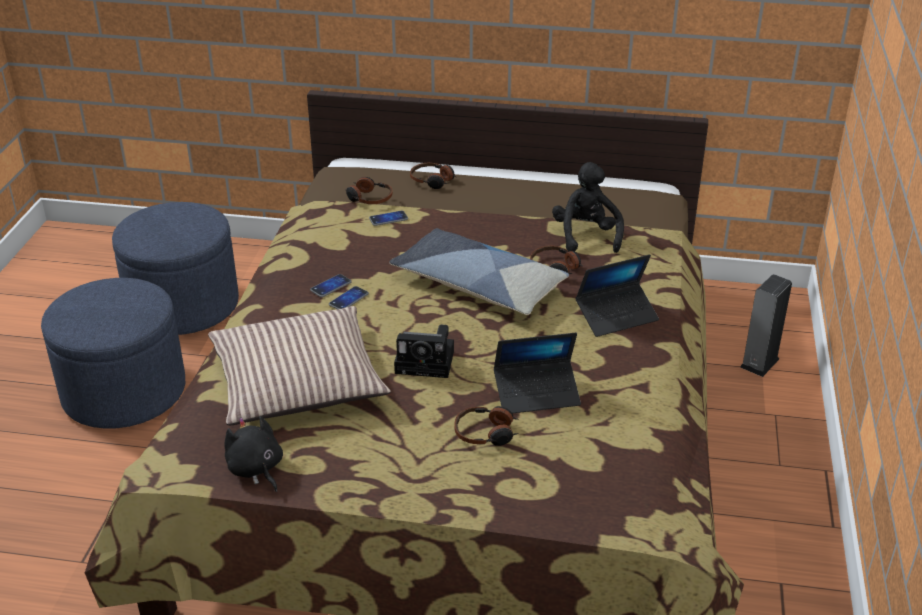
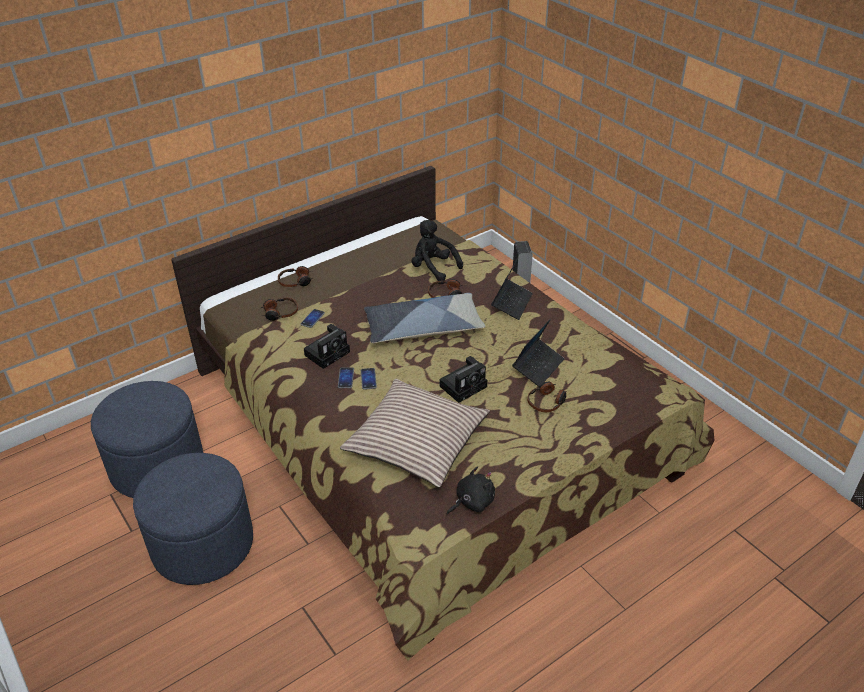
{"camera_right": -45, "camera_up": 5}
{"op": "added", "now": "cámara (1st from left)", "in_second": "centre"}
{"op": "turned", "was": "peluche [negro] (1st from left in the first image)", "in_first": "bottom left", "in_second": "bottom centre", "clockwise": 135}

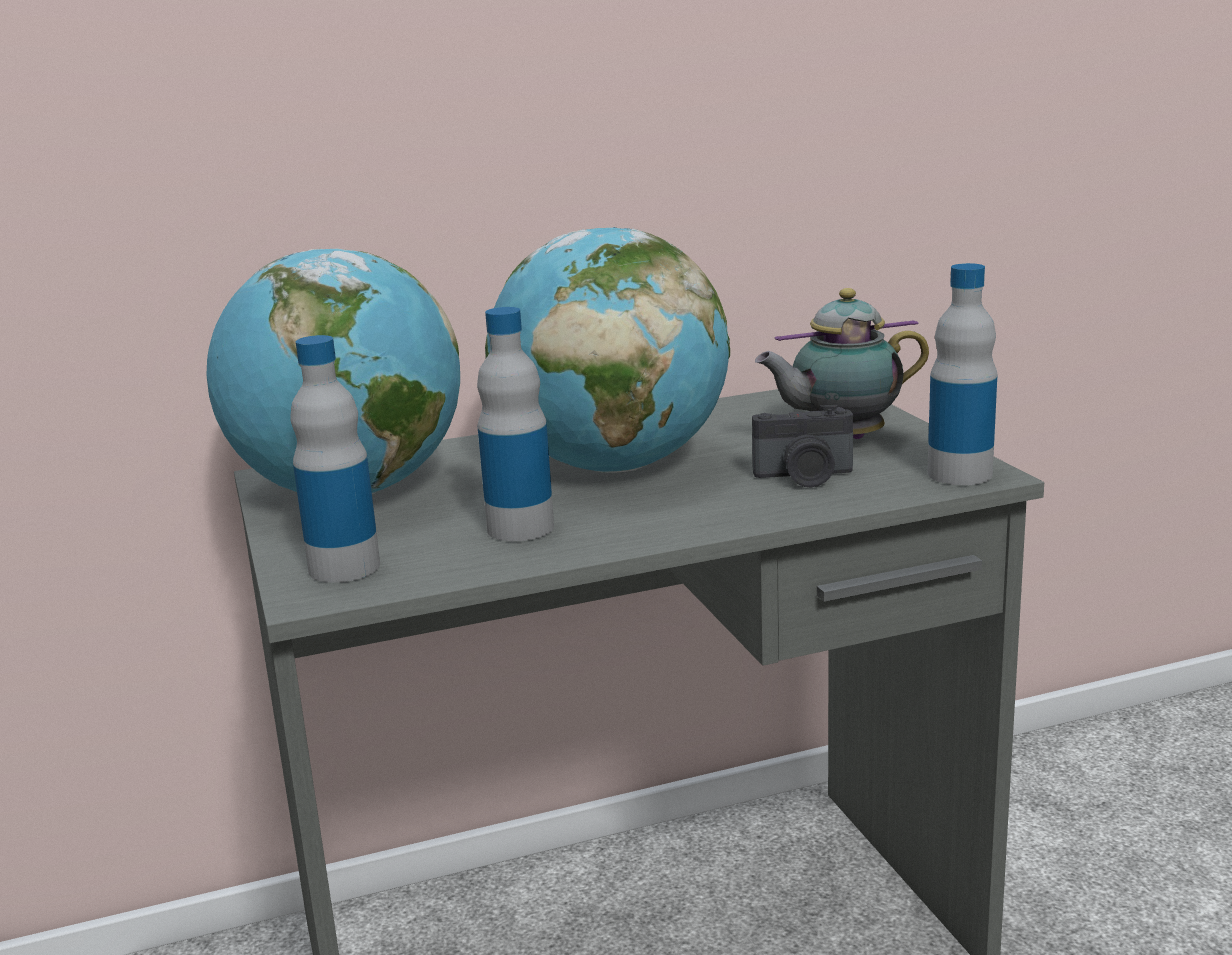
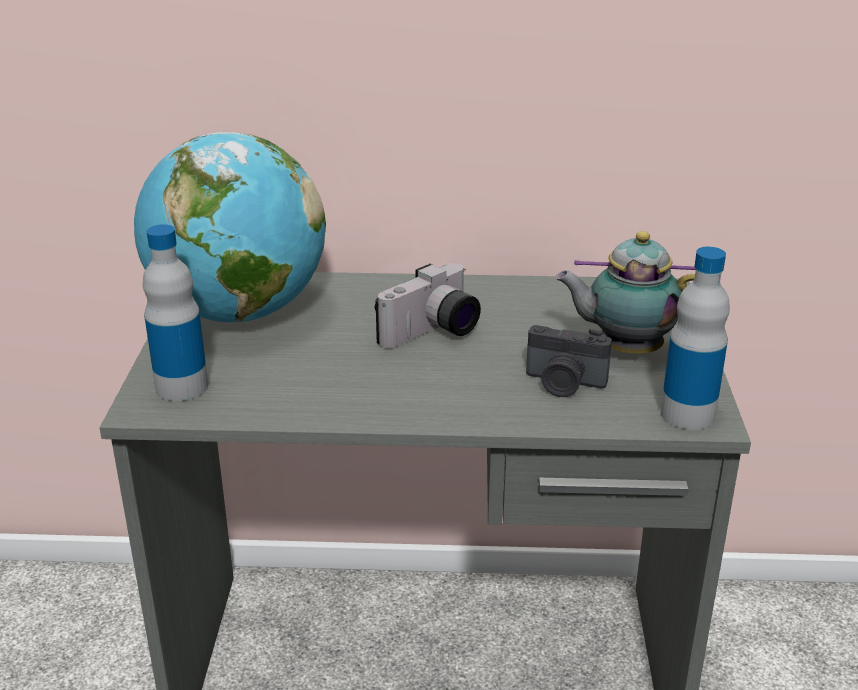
{"camera_right": 20, "camera_up": 10}
{"op": "replaced", "was": "globo terráqueo (2nd from left)", "now": "cámara (1st from left)", "in_first": "centre", "in_second": "centre"}
{"op": "removed", "was": "botella (2nd from left)", "in_first": "centre"}

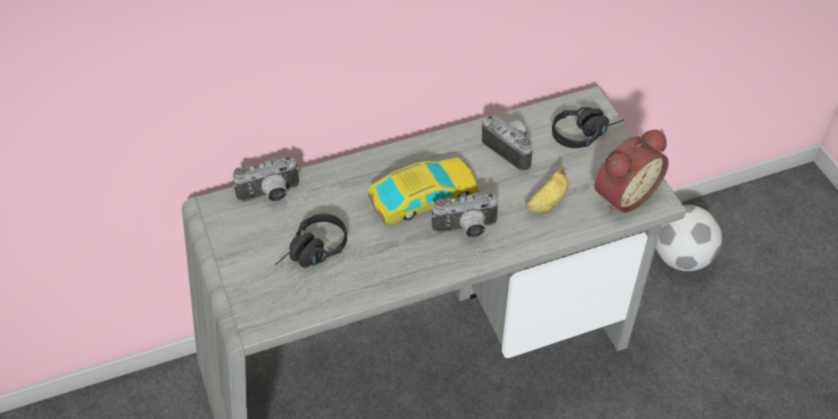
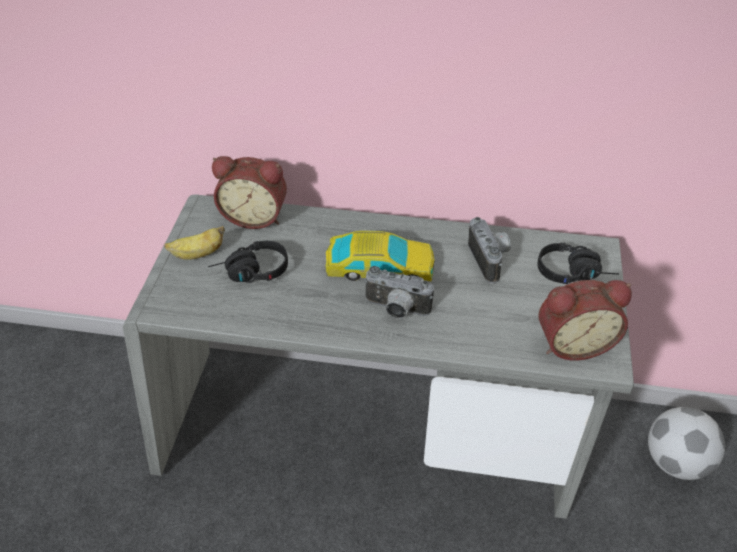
{"camera_right": 30, "camera_up": -5}
{"op": "moved", "was": "plátano", "in_first": "centre", "in_second": "middle left"}
{"op": "replaced", "was": "cámara (1st from left)", "now": "despertador (1st from left)", "in_first": "middle left", "in_second": "centre"}

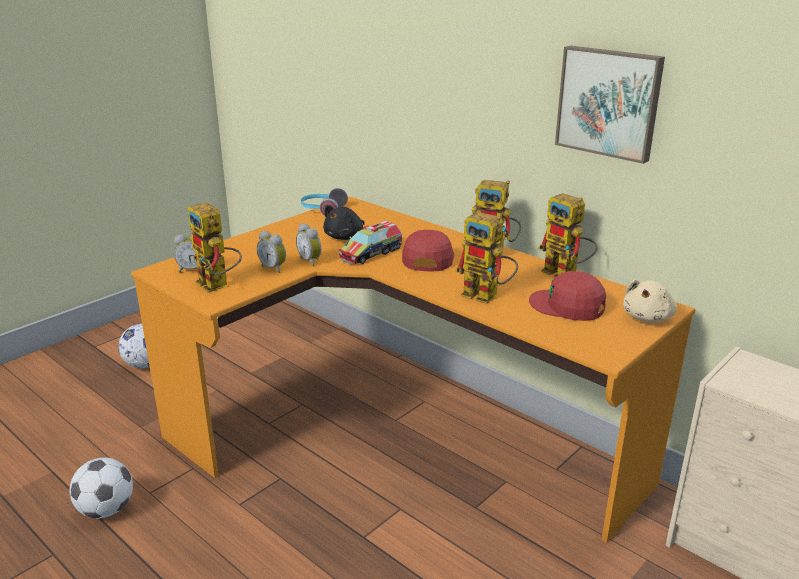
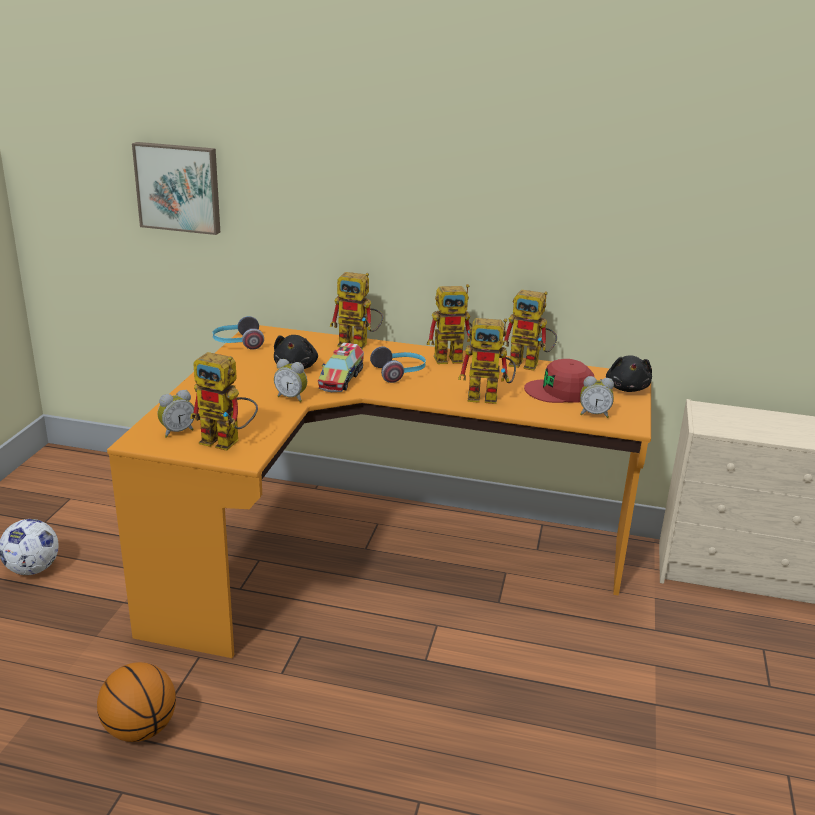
{"camera_right": -30, "camera_up": 0}
{"op": "replaced", "was": "balón de fútbol (1st from left)", "now": "balón de baloncesto", "in_first": "bottom left", "in_second": "bottom left"}
{"op": "moved", "was": "cuadro", "in_first": "top right", "in_second": "top left"}
{"op": "added", "now": "robot de juguete (2nd from left)", "in_second": "centre"}
{"op": "replaced", "was": "gorra [rojo] (1st from left)", "now": "auriculares (2nd from left)", "in_first": "centre", "in_second": "centre"}
{"op": "moved", "was": "despertador (2nd from left in the first image)", "now": "despertador (3rd from left)", "in_first": "centre", "in_second": "middle right"}
{"op": "recoloured", "was": "peluche [beis]", "now": "peluche [negro] (2nd from left)", "in_first": "middle right", "in_second": "middle right"}

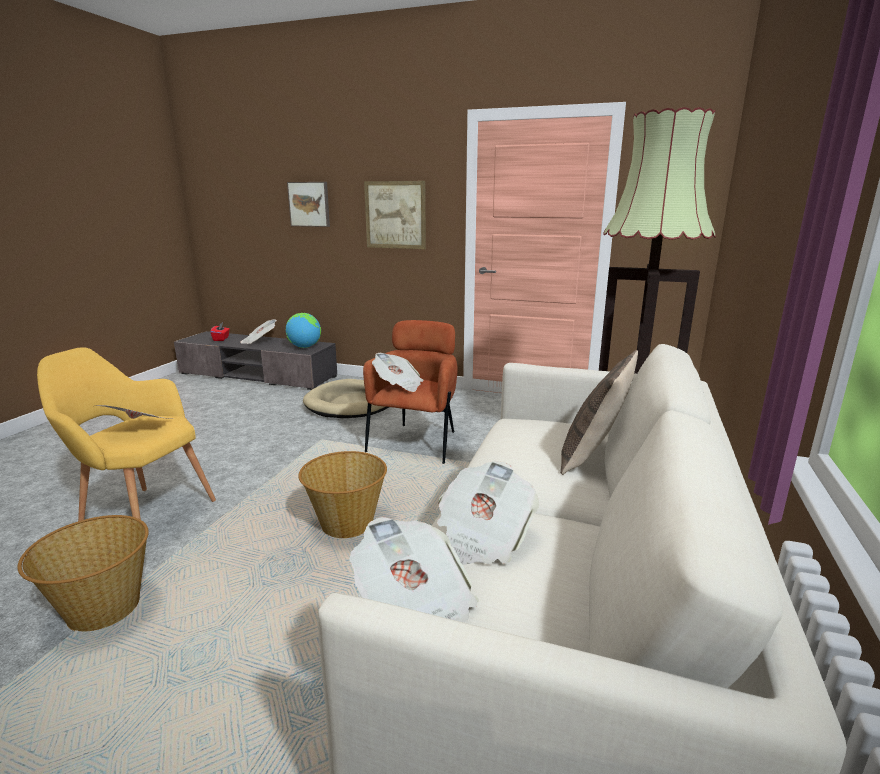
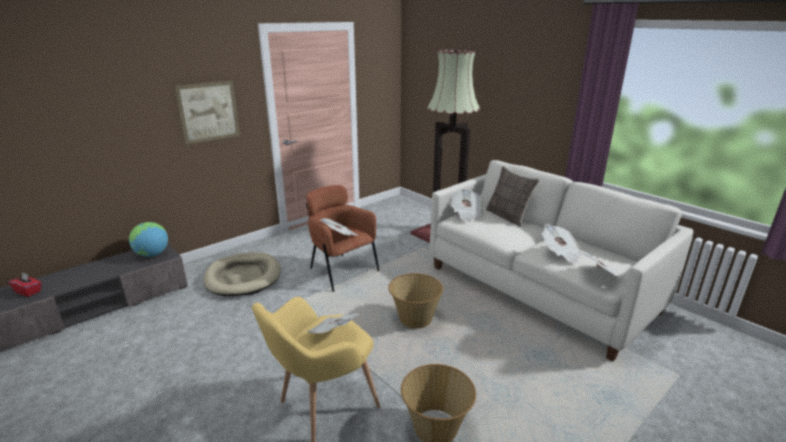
{"camera_right": -60, "camera_up": 5}
{"op": "moved", "was": "periódico (2nd from left in the first image)", "now": "periódico (3rd from left)", "in_first": "middle left", "in_second": "centre"}
{"op": "removed", "was": "cuadro (1st from left)", "in_first": "top centre"}

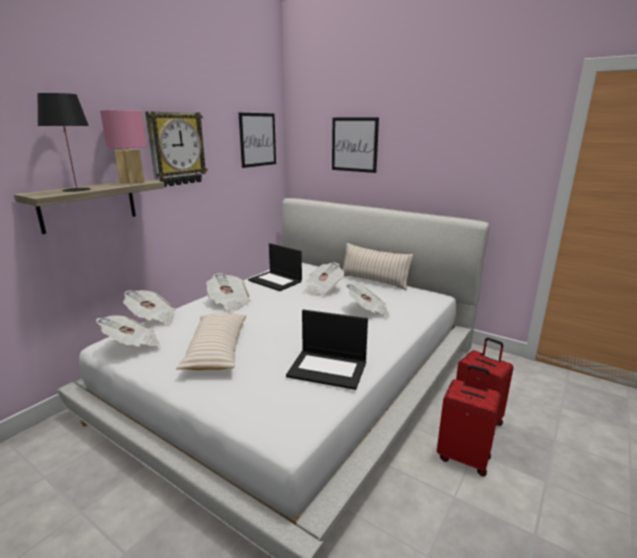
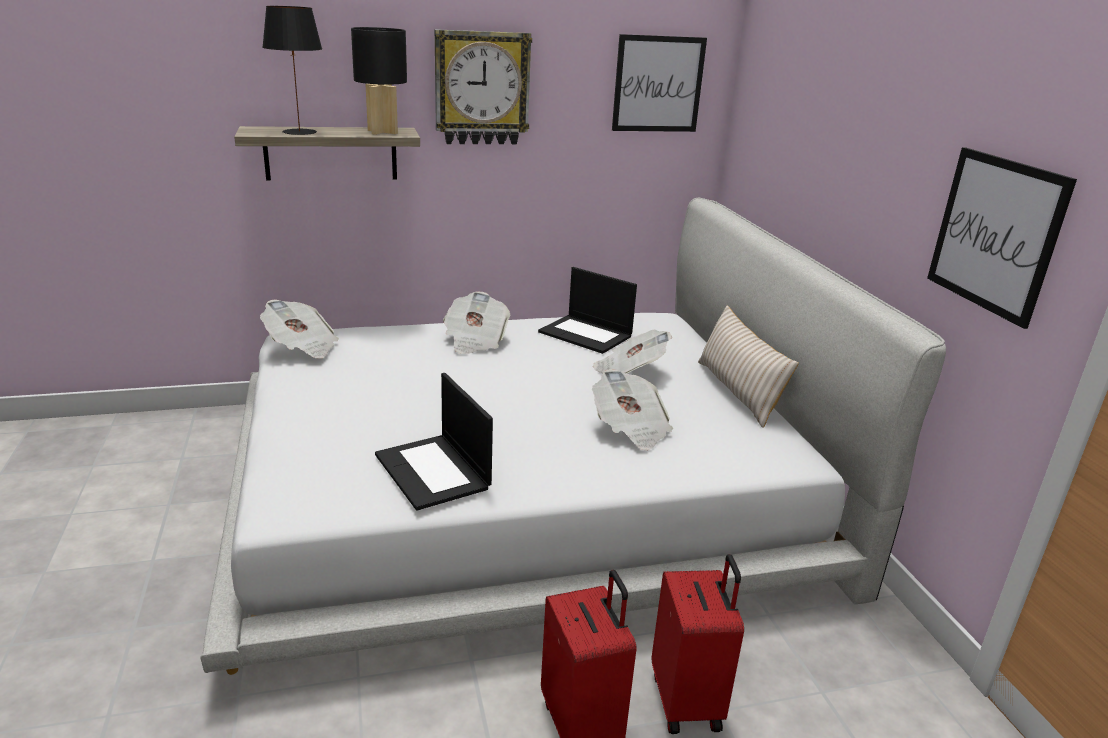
{"camera_right": 40, "camera_up": 5}
{"op": "recoloured", "was": "lámpara de mesa [rosa]", "now": "lámpara de mesa [negro] (2nd from left)", "in_first": "top left", "in_second": "top centre"}
{"op": "turned", "was": "portátil (1st from left in the first image)", "in_first": "centre", "in_second": "centre", "clockwise": -45}
{"op": "moved", "was": "cuadro (2nd from left)", "in_first": "top centre", "in_second": "top right"}
{"op": "removed", "was": "periódico (2nd from left)", "in_first": "middle left"}
{"op": "removed", "was": "cojín [beis] (1st from left)", "in_first": "middle left"}

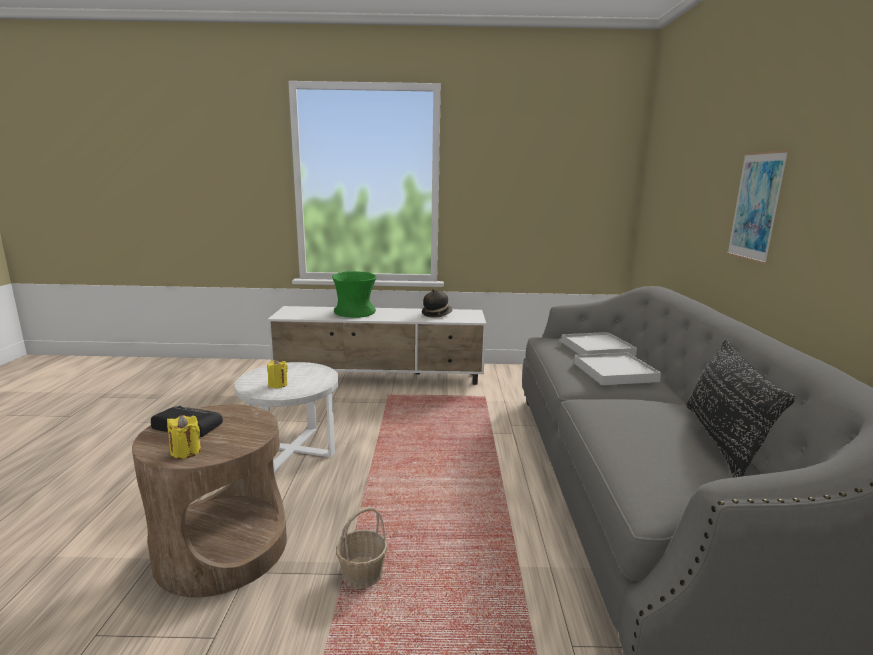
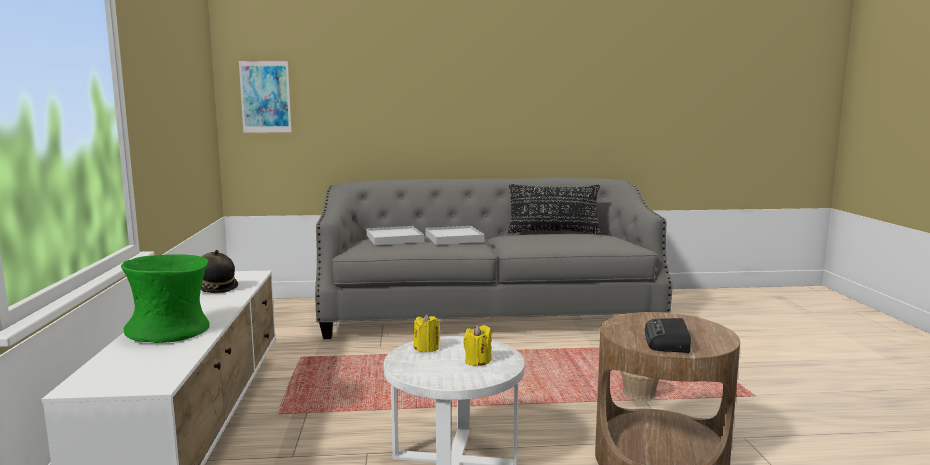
{"camera_right": -95, "camera_up": -5}
{"op": "moved", "was": "cuadro", "in_first": "top right", "in_second": "top left"}
{"op": "moved", "was": "vela [amarillo] (1st from left)", "in_first": "bottom left", "in_second": "bottom centre"}

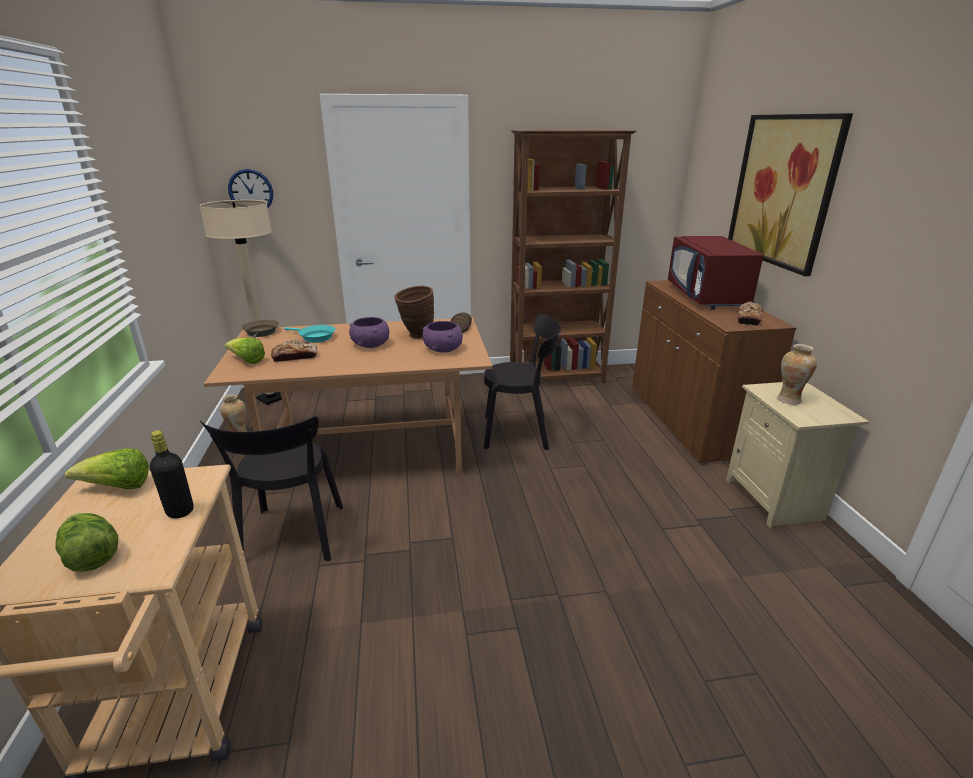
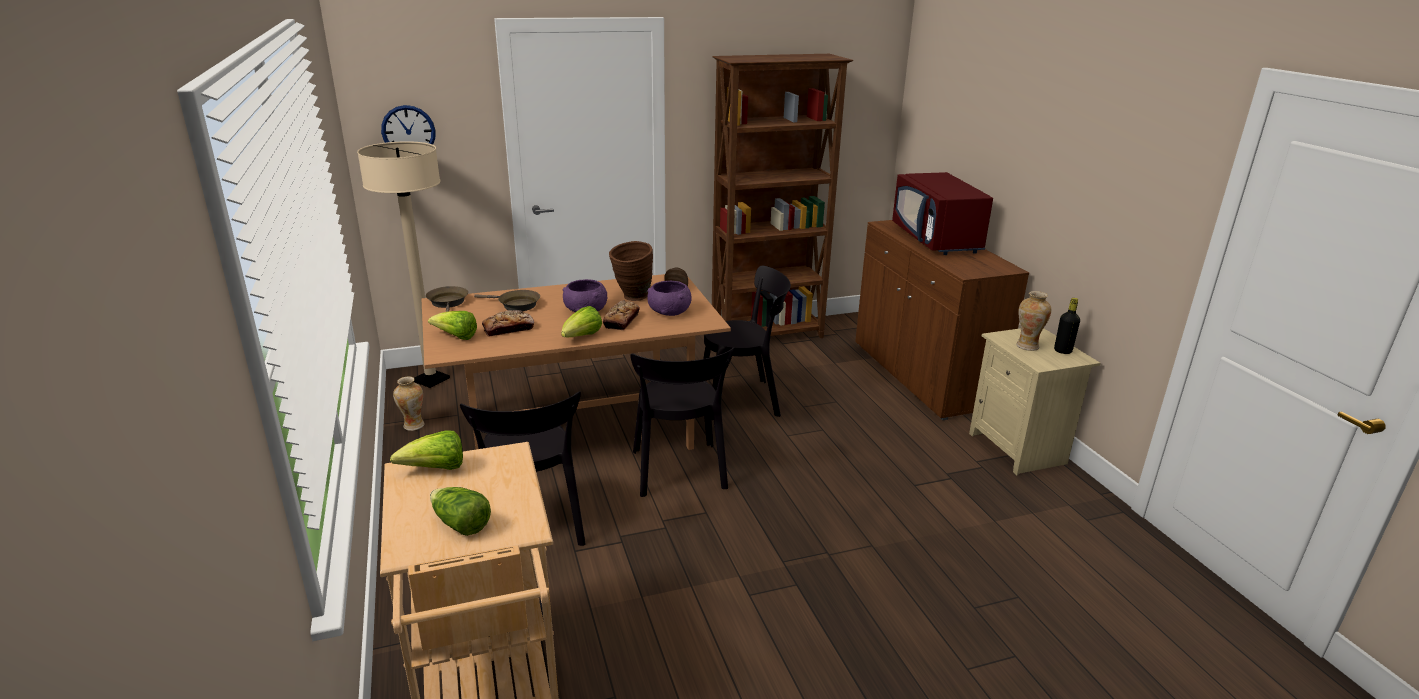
{"camera_right": -10, "camera_up": 0}
{"op": "recoloured", "was": "sartén [turquesa]", "now": "sartén [marrón] (2nd from left)", "in_first": "middle left", "in_second": "centre"}
{"op": "added", "now": "lechuga (4th from left)", "in_second": "centre"}
{"op": "moved", "was": "pan (3rd from left in the first image)", "now": "pan (2nd from left)", "in_first": "middle right", "in_second": "centre"}
{"op": "added", "now": "silla [negro] (2nd from left)", "in_second": "centre"}
{"op": "moved", "was": "botella [negro]", "in_first": "middle left", "in_second": "middle right"}
{"op": "removed", "was": "cuadro", "in_first": "top right"}

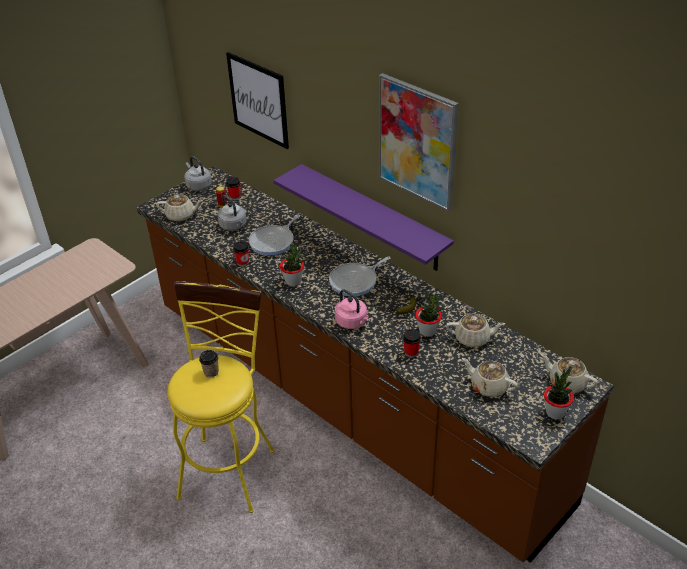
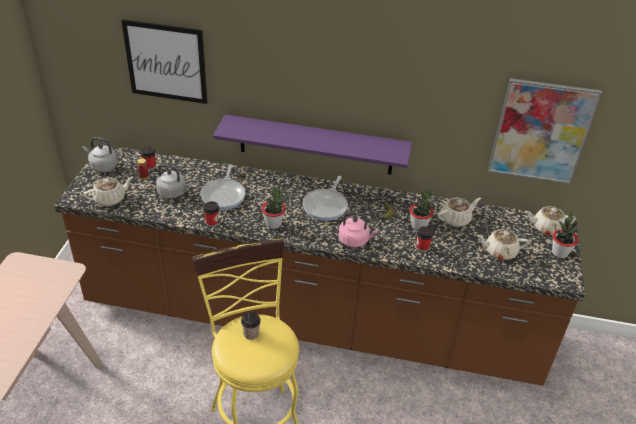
{"camera_right": -35, "camera_up": 0}
{"op": "moved", "was": "cuadro (2nd from left)", "in_first": "top centre", "in_second": "top right"}

